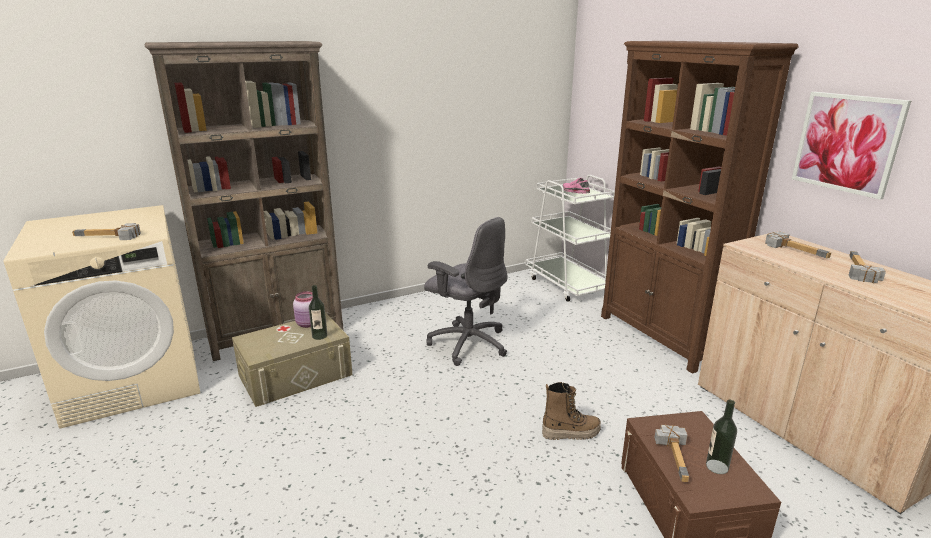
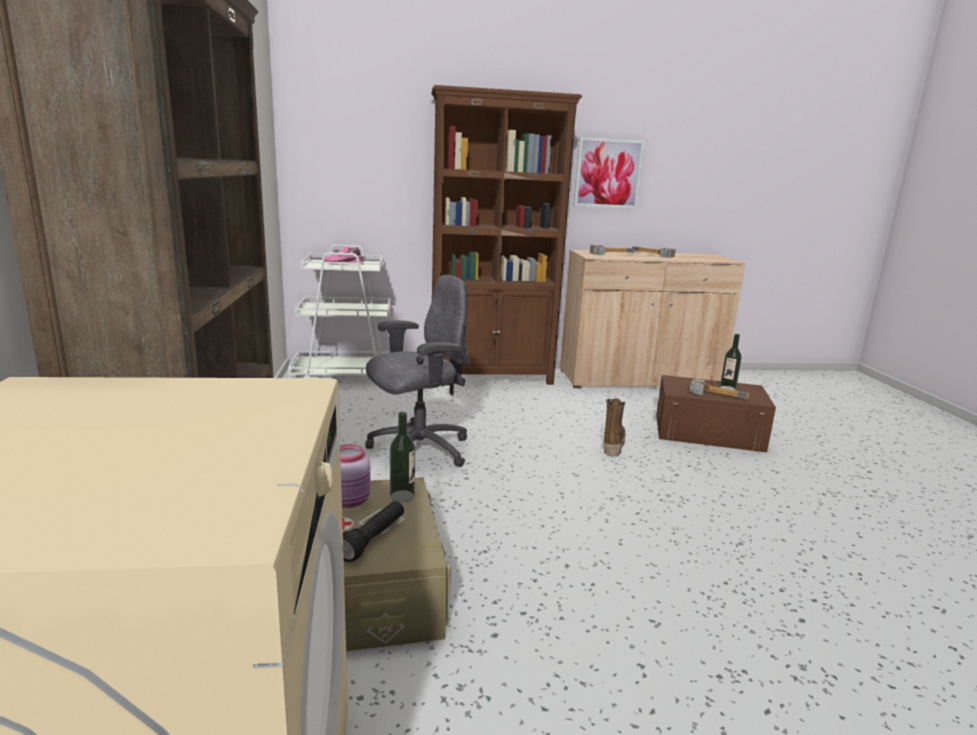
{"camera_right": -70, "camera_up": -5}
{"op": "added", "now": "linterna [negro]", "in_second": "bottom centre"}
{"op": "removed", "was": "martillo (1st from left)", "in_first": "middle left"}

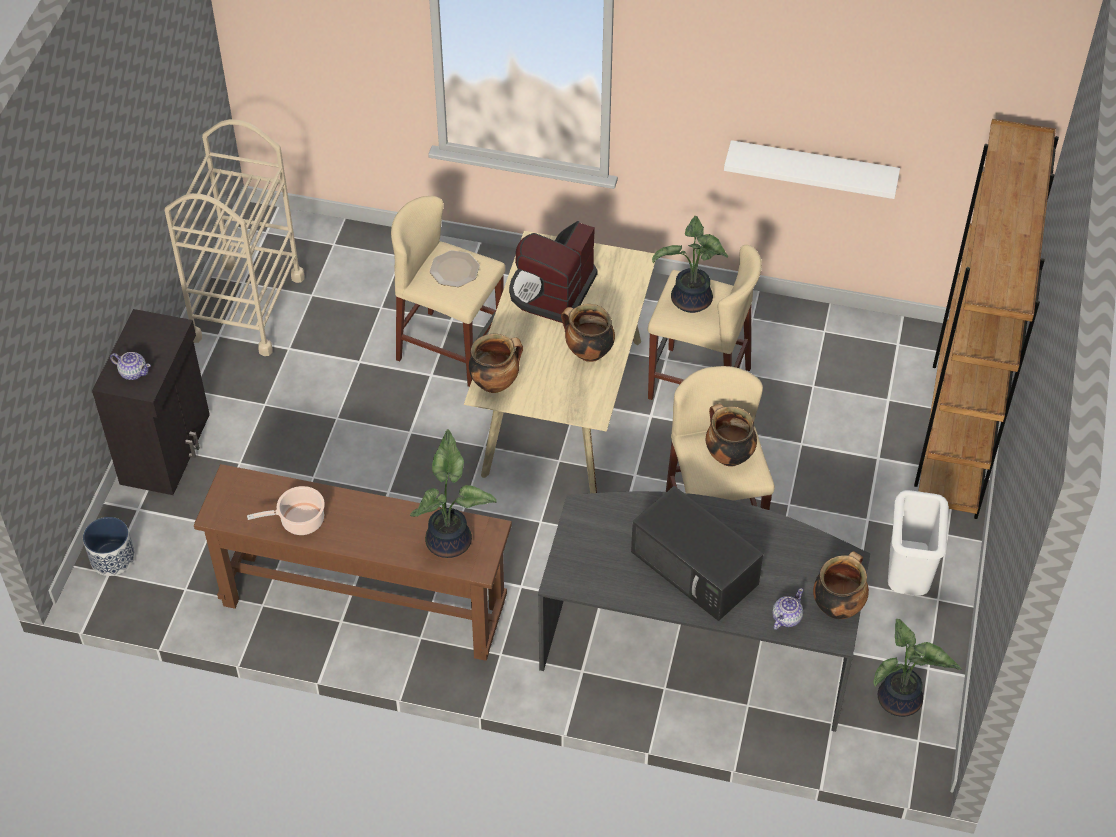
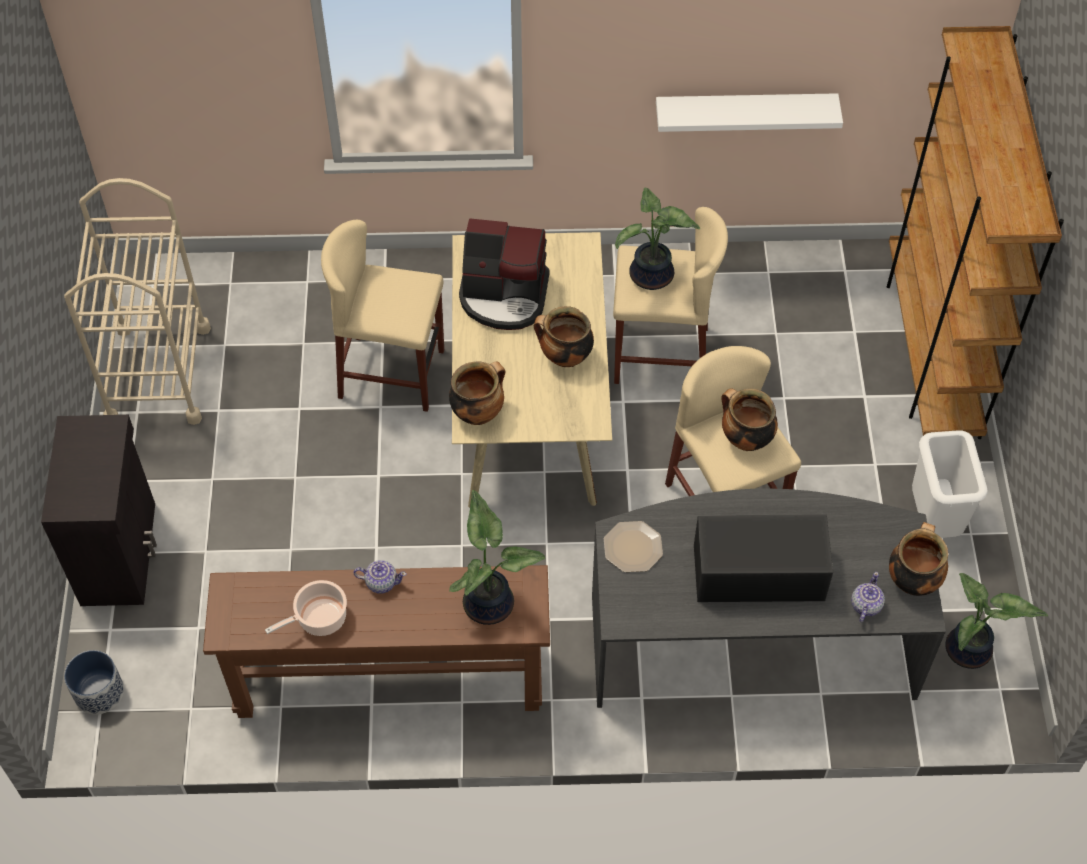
{"camera_right": -15, "camera_up": 5}
{"op": "moved", "was": "tetera (1st from left)", "in_first": "middle left", "in_second": "bottom centre"}
{"op": "turned", "was": "cafetera", "in_first": "top centre", "in_second": "top centre", "clockwise": -90}
{"op": "moved", "was": "plato", "in_first": "top centre", "in_second": "centre"}
{"op": "turned", "was": "microondas [negro]", "in_first": "centre", "in_second": "middle right", "clockwise": 150}

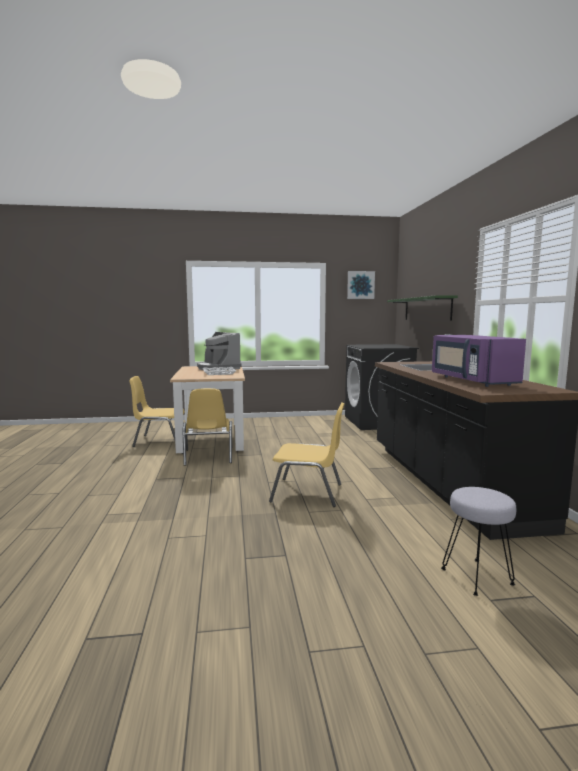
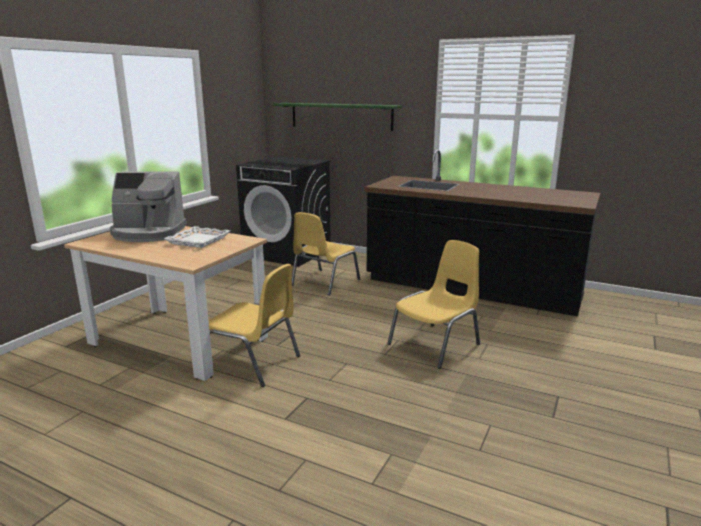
{"camera_right": -55, "camera_up": 10}
{"op": "moved", "was": "silla [amarillo] (1st from left in the first image)", "now": "silla [amarillo] (2nd from left)", "in_first": "middle left", "in_second": "centre"}
{"op": "removed", "was": "cuadro", "in_first": "centre"}
{"op": "removed", "was": "microondas [morado]", "in_first": "middle right"}
{"op": "removed", "was": "taburete [gris]", "in_first": "bottom right"}

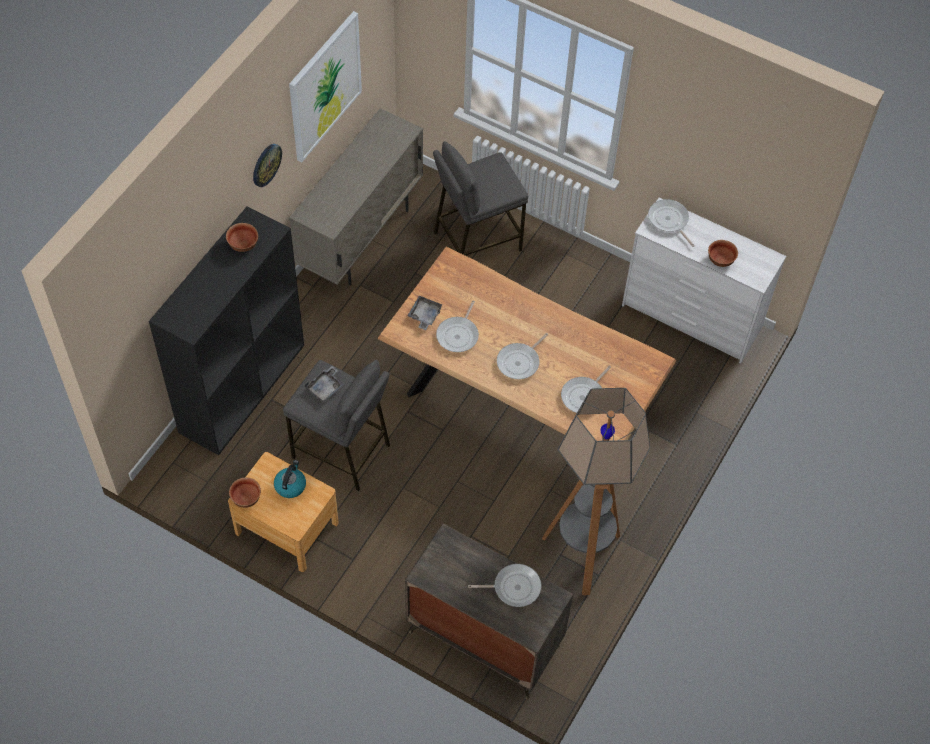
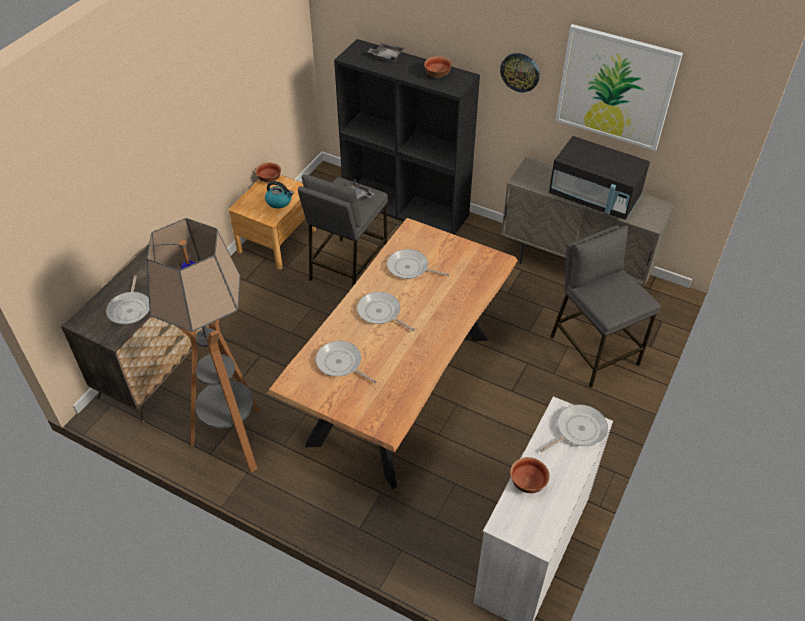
{"camera_right": 90, "camera_up": -10}
{"op": "moved", "was": "bandeja [gris] (2nd from left)", "in_first": "centre", "in_second": "top centre"}
{"op": "added", "now": "microondas [negro]", "in_second": "top right"}

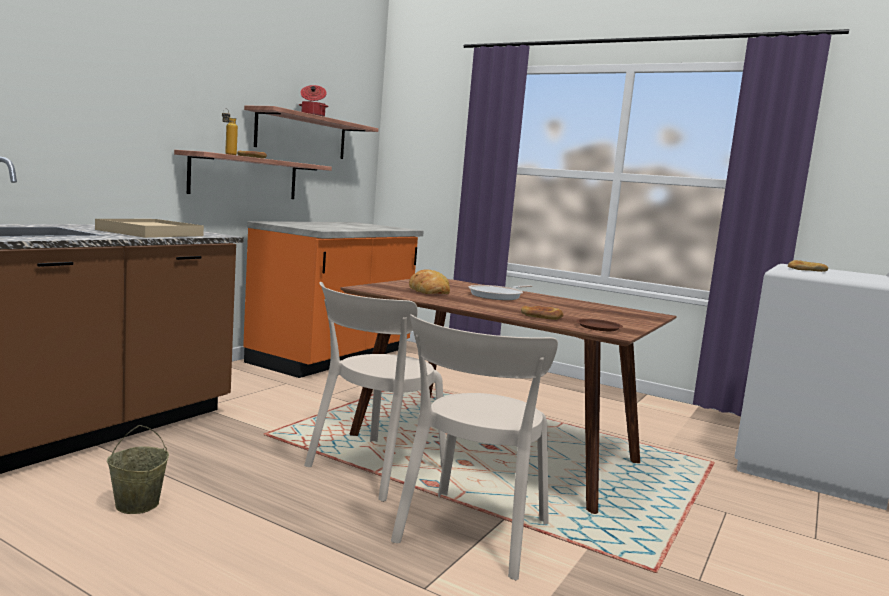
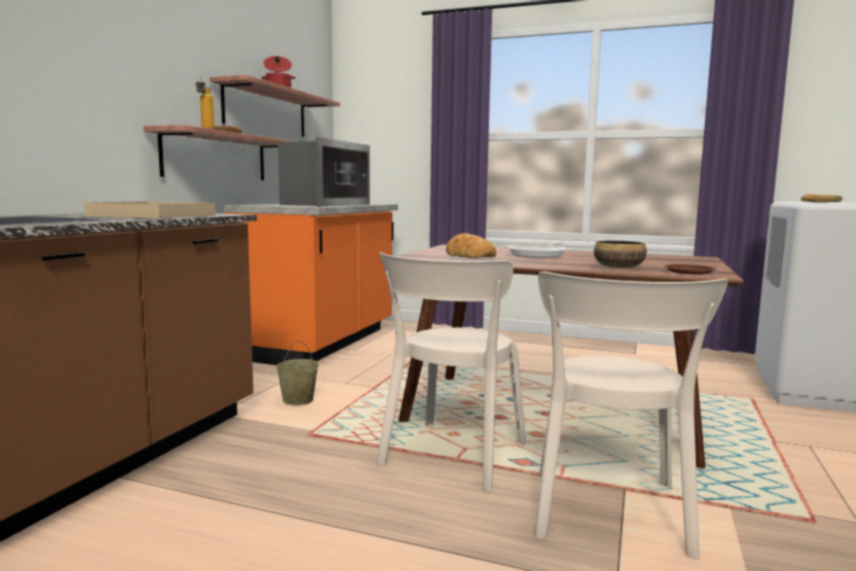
{"camera_right": -10, "camera_up": 0}
{"op": "moved", "was": "cubo [beis]", "in_first": "bottom left", "in_second": "centre"}
{"op": "added", "now": "microondas", "in_second": "top centre"}
{"op": "replaced", "was": "pan (3rd from left)", "now": "cuenco", "in_first": "centre", "in_second": "middle right"}

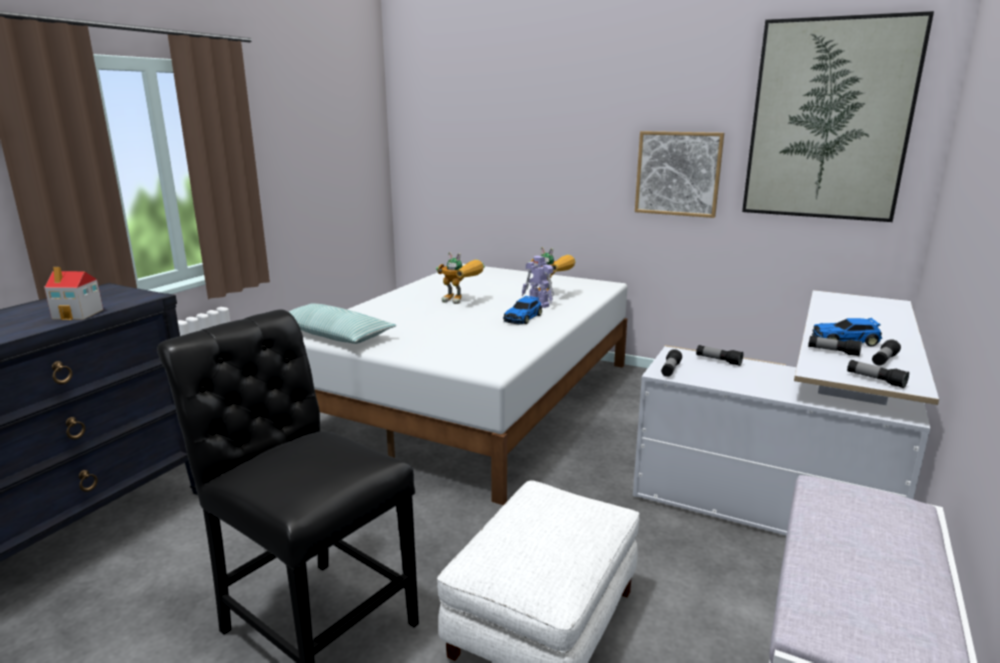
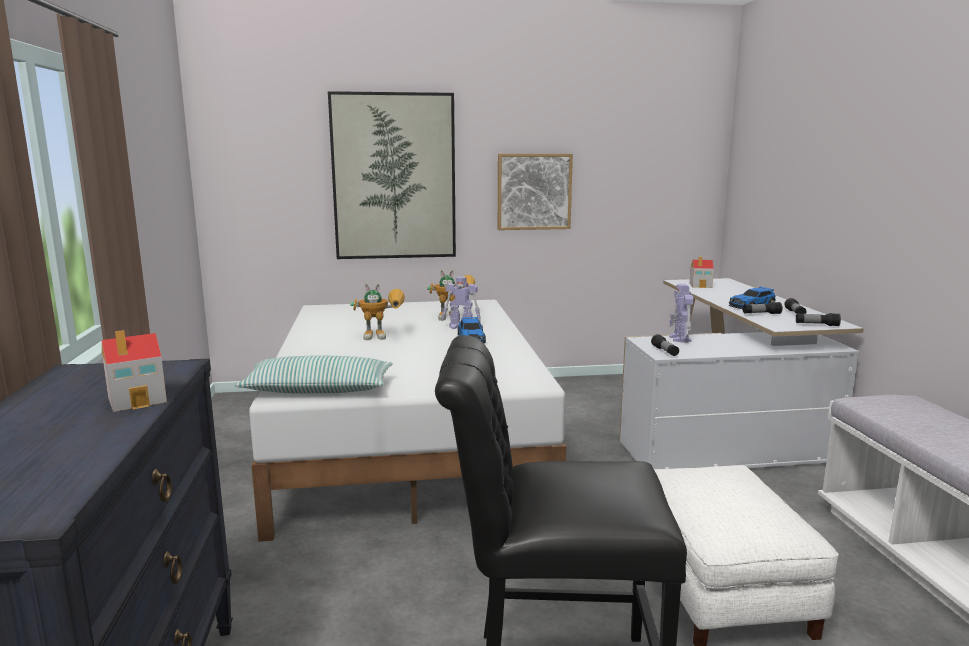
{"camera_right": -35, "camera_up": -5}
{"op": "moved", "was": "cuadro (2nd from left in the first image)", "now": "cuadro (1st from left)", "in_first": "top right", "in_second": "top centre"}
{"op": "replaced", "was": "linterna (2nd from left)", "now": "robot de juguete (4th from left)", "in_first": "middle right", "in_second": "middle right"}
{"op": "added", "now": "casita (2nd from left)", "in_second": "middle right"}

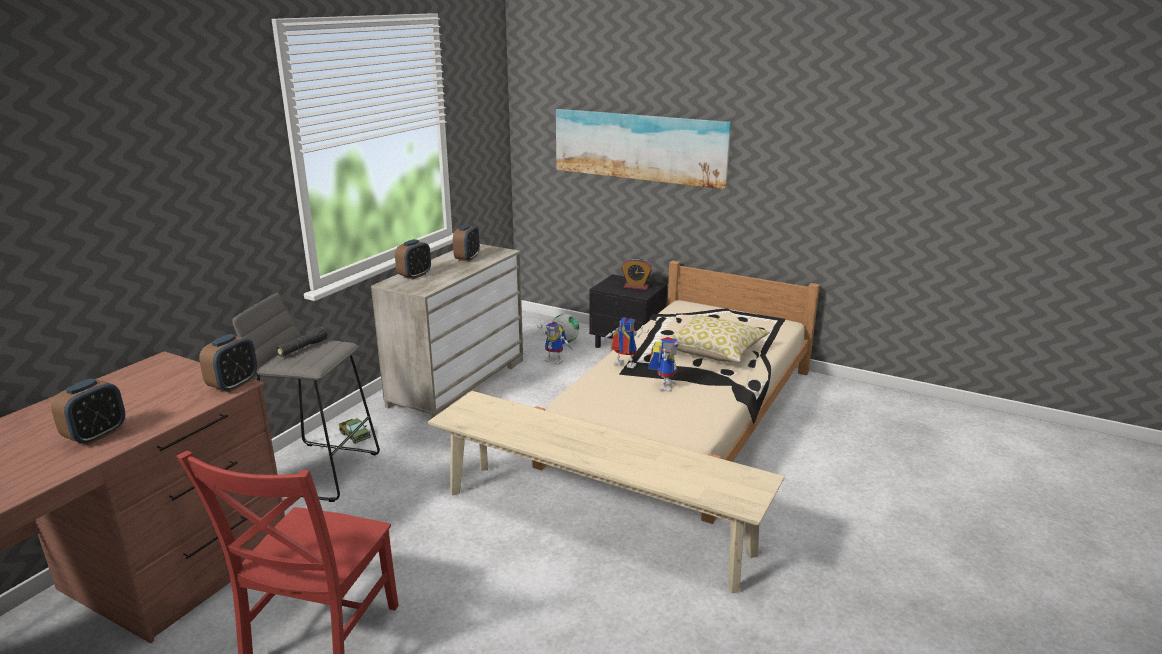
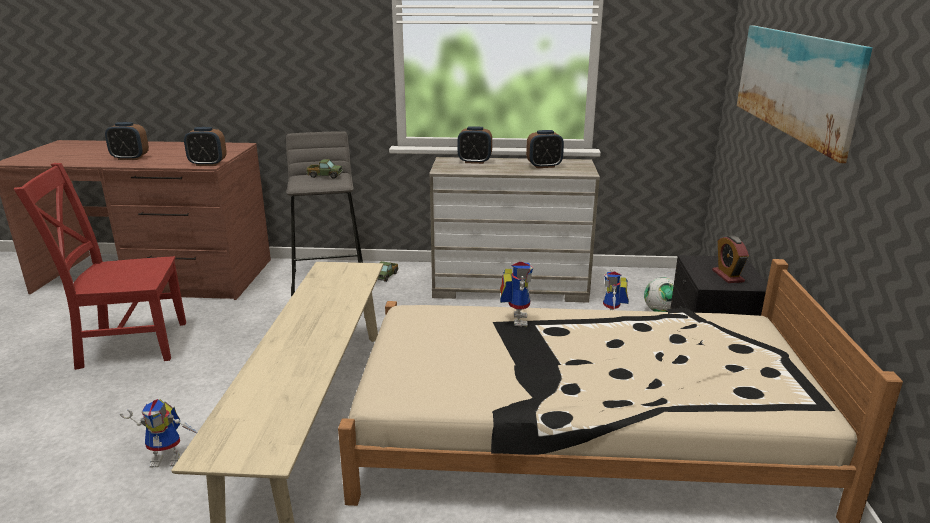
{"camera_right": 65, "camera_up": 0}
{"op": "moved", "was": "robot de juguete (3rd from left in the first image)", "now": "robot de juguete (1st from left)", "in_first": "centre", "in_second": "bottom left"}
{"op": "replaced", "was": "linterna [negro]", "now": "camión de juguete (1st from left)", "in_first": "middle left", "in_second": "top centre"}
{"op": "removed", "was": "cojín", "in_first": "centre"}

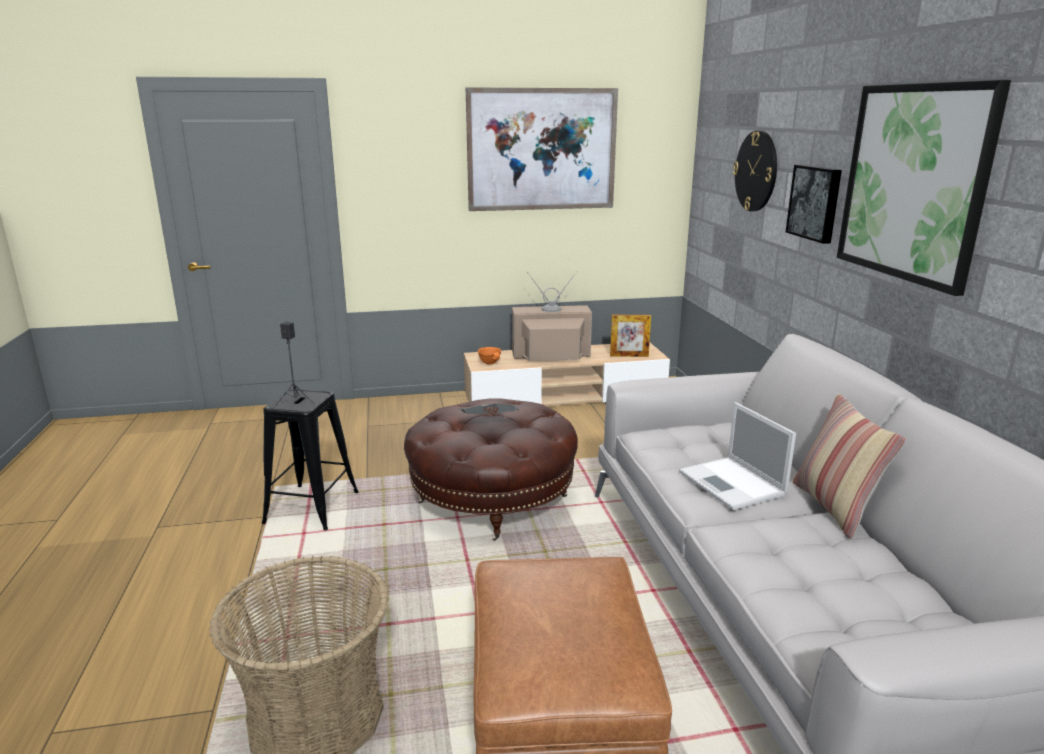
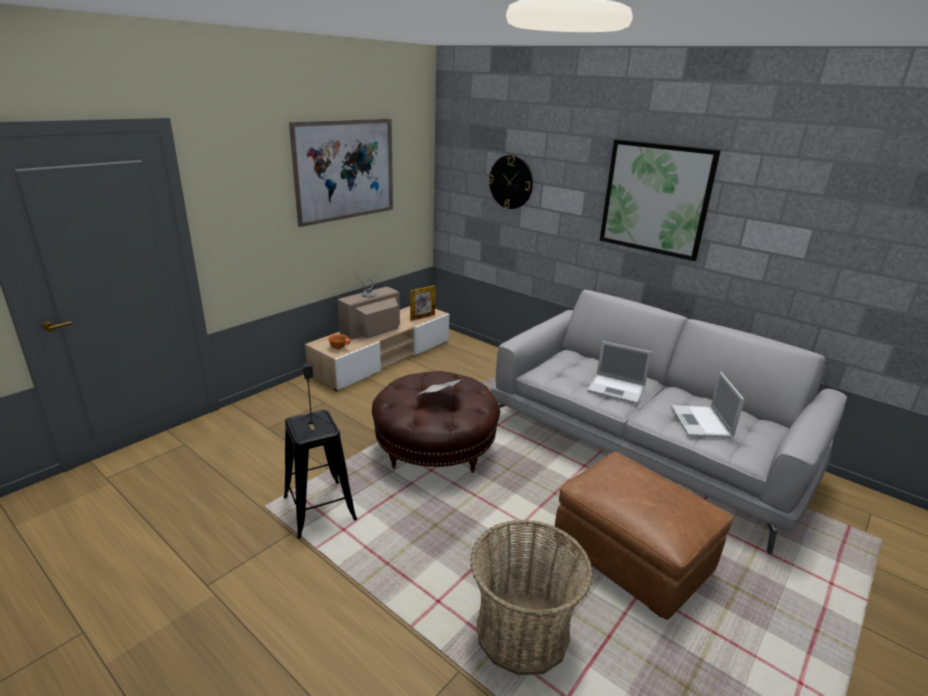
{"camera_right": -40, "camera_up": 5}
{"op": "added", "now": "portátil (2nd from left)", "in_second": "middle right"}
{"op": "removed", "was": "cuadro (2nd from left)", "in_first": "top right"}
{"op": "removed", "was": "cojín", "in_first": "middle right"}

